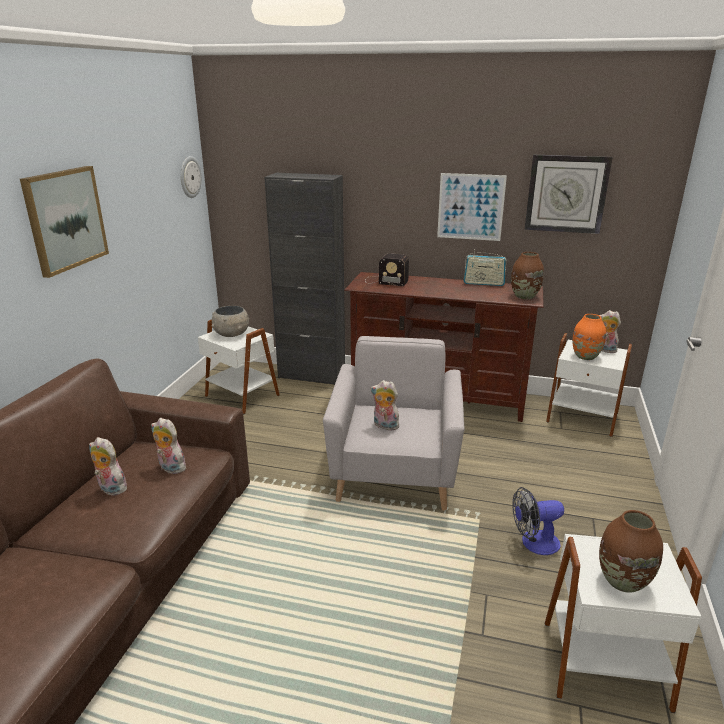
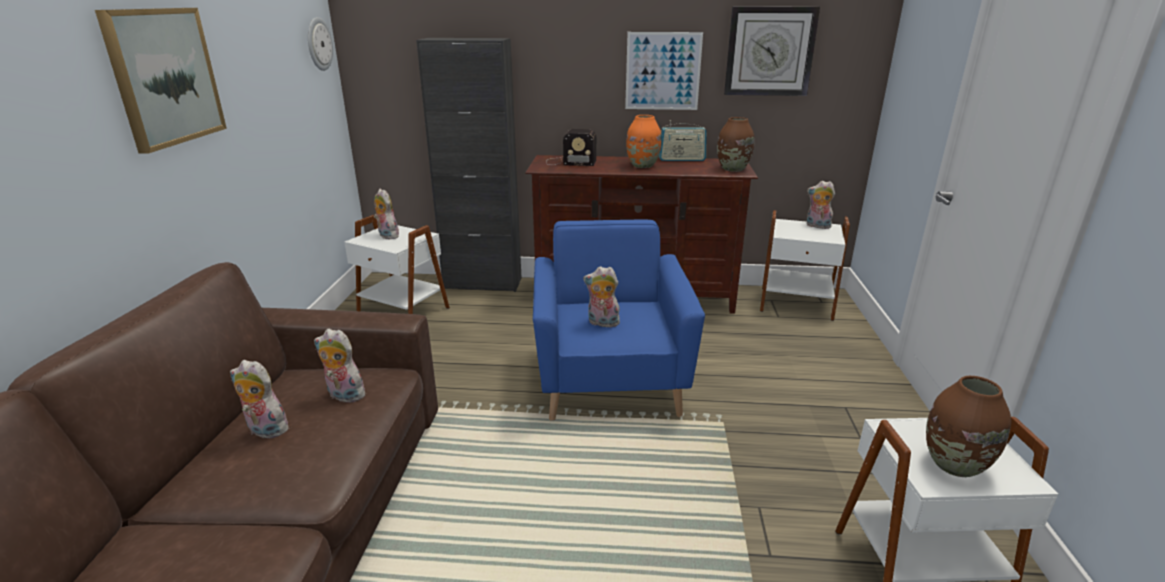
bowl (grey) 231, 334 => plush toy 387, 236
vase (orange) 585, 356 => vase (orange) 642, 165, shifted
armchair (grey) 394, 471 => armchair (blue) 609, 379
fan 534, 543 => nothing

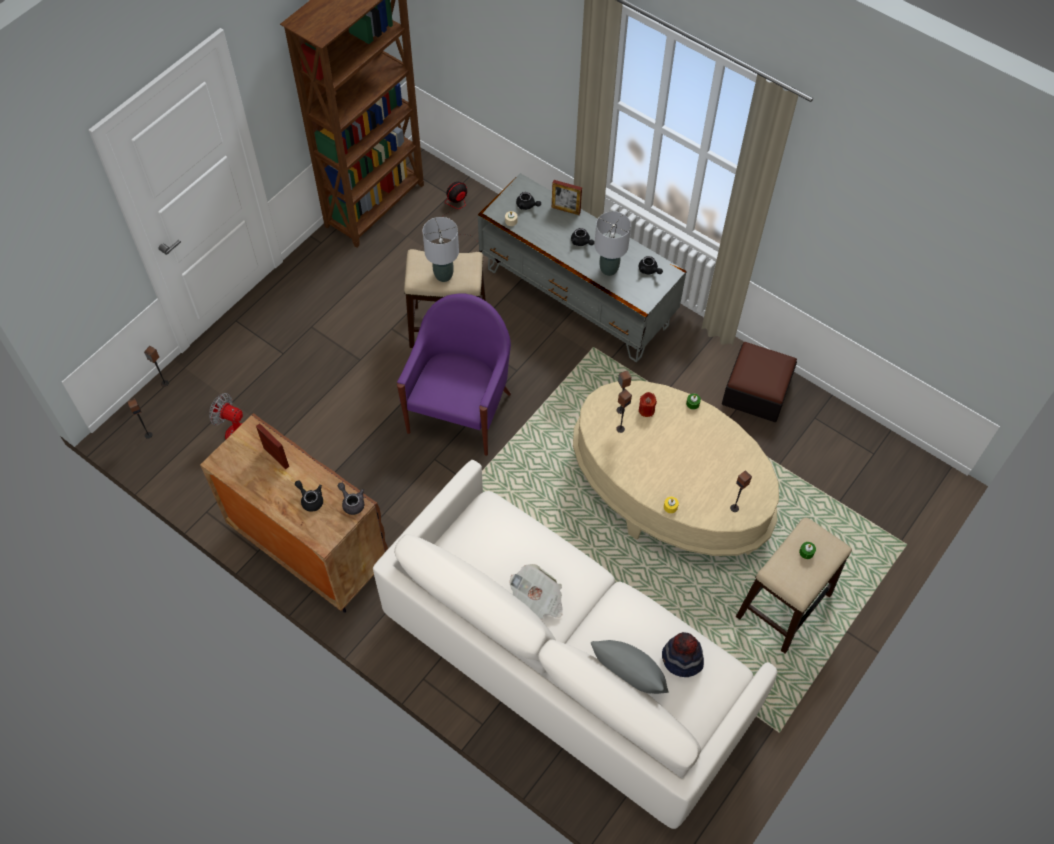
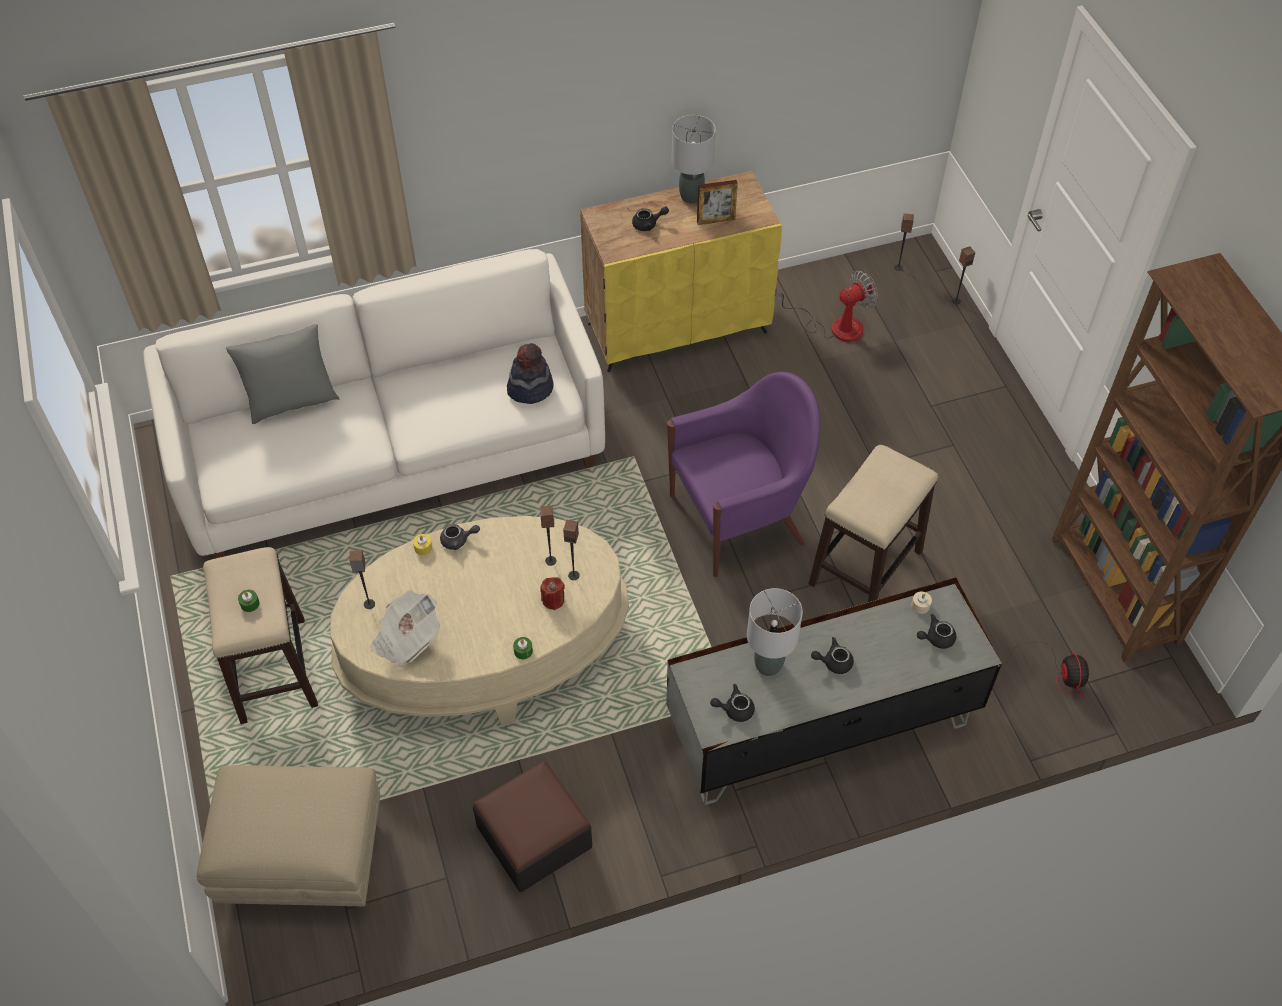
picture frame 566, 210 => nothing
table lamp (grey) 443, 275 => table lamp (grey) 691, 196, shifted
armchair (purple) 460, 411 => armchair (purple) 739, 519, 75 degrees counterclockwise
cabinet (brown) 307, 546 => cabinet (yellow) 678, 327
teapot (grey) 352, 502 => teapot (grey) 458, 540, shifted
newspaper 537, 600 => newspaper 406, 639, shifted
hat 681, 659 => hat 530, 388, shifted
nothing => ottoman (beige) 301, 858

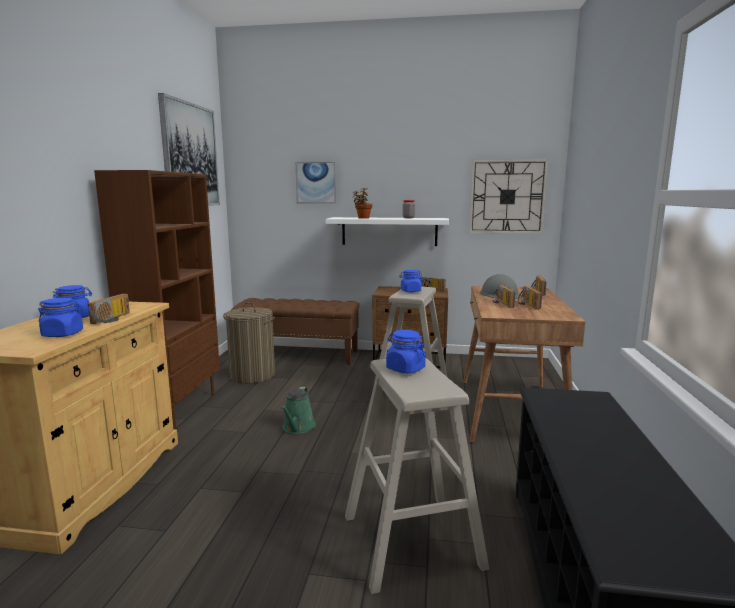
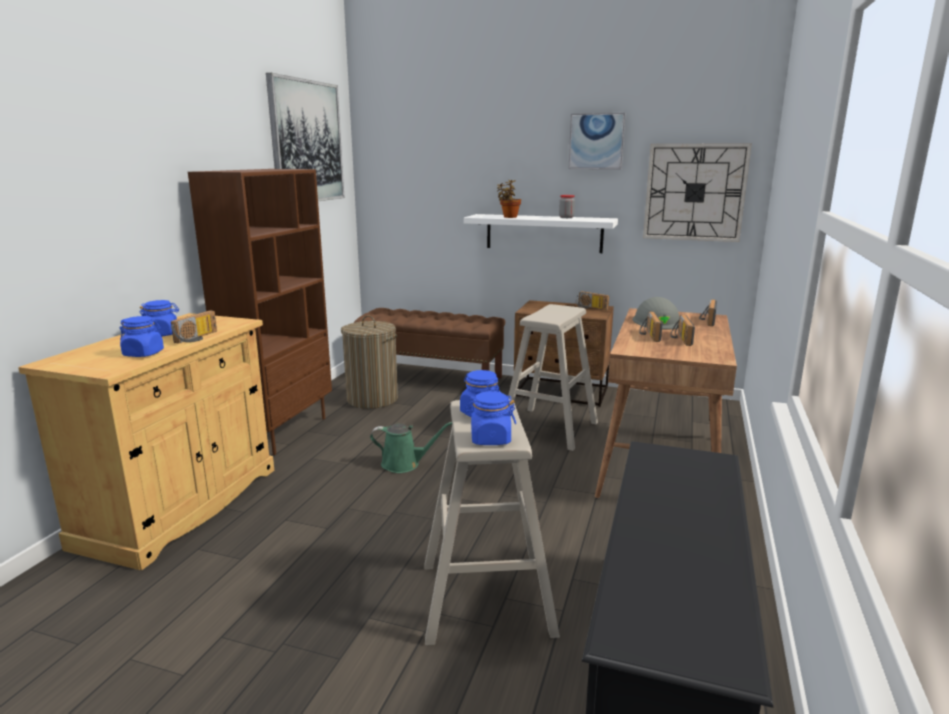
picture 316, 182 => picture 596, 141, shifted
jar (blue) 410, 291 => jar (blue) 490, 439, shifted
watering can (green) 298, 428 => watering can (green) 404, 464, 105 degrees counterclockwise

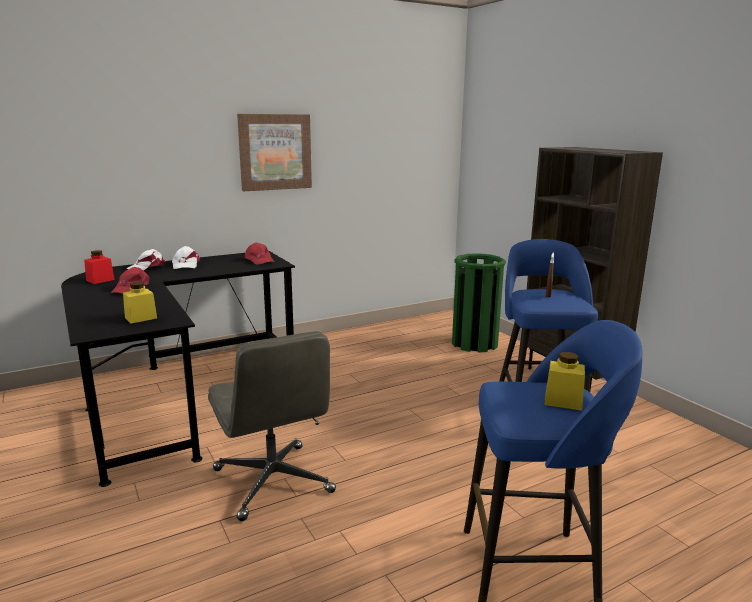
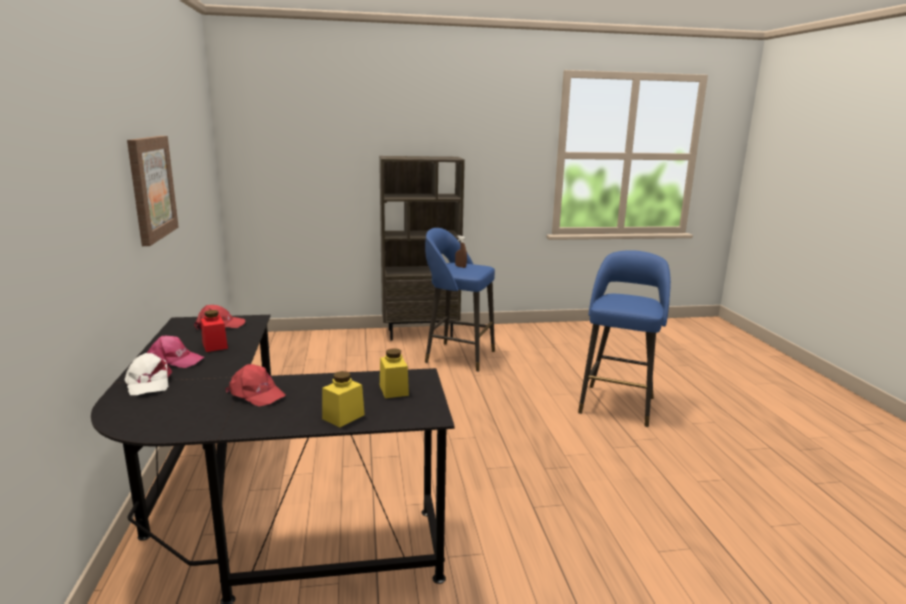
cap (white) 185, 265 => cap (pink) 174, 360
jar (red) 100, 280 => jar (red) 215, 346, shifted
trash can (green) 474, 343 => nothing
office chair (grey) 273, 481 => nothing
jar (yellow) 563, 401 => jar (yellow) 343, 417, shifted

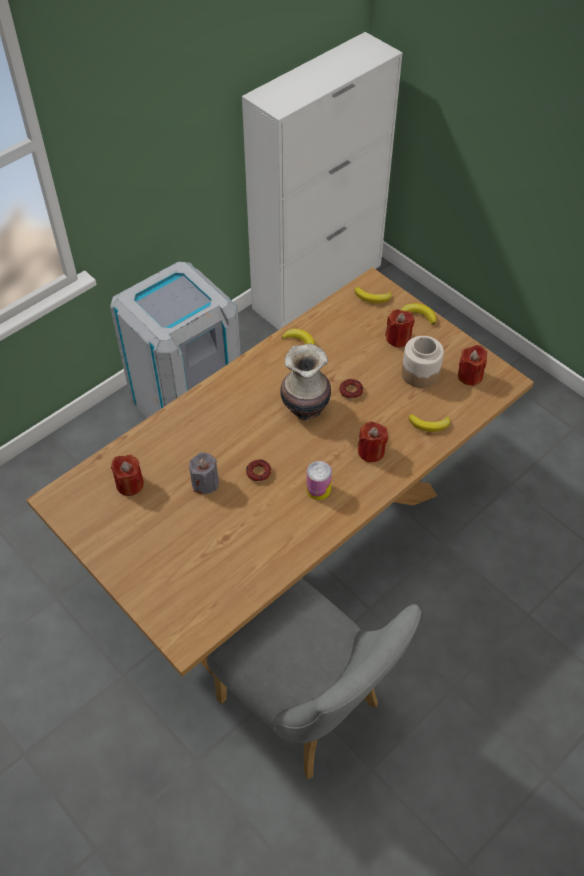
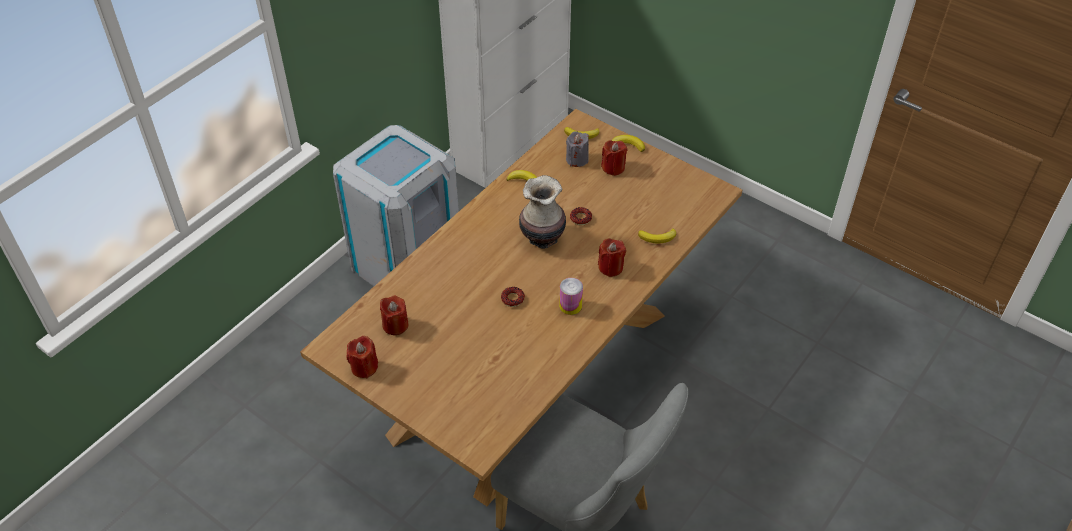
jar 420, 373 => nothing
candle (red) 470, 376 => candle (red) 364, 367, shifted
candle (grey) 205, 483 => candle (grey) 577, 159, shifted

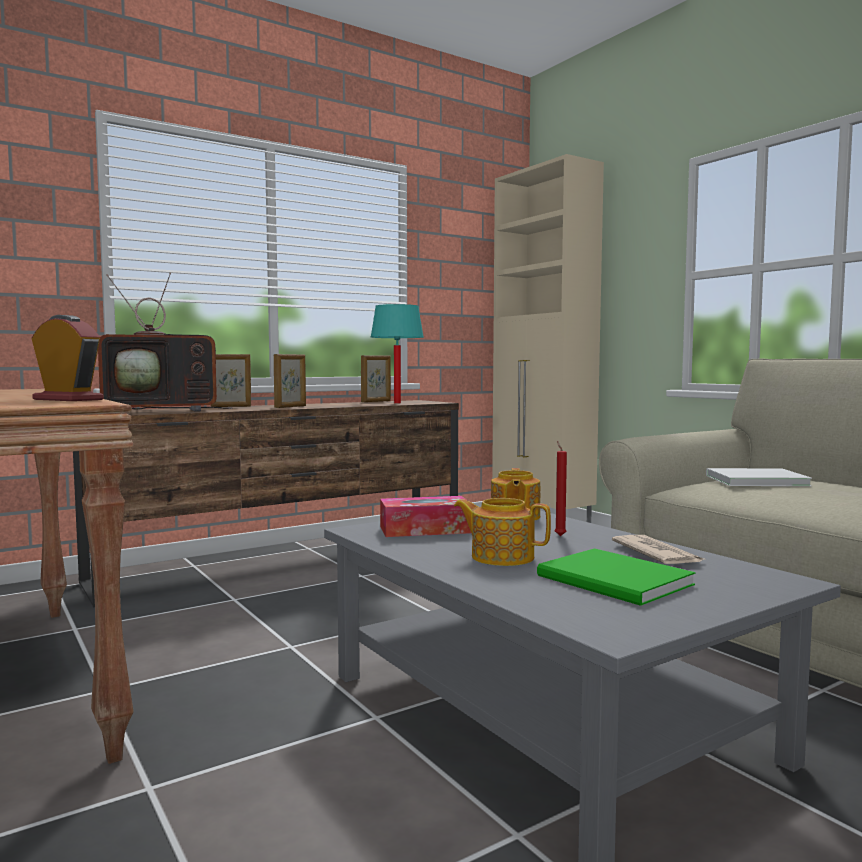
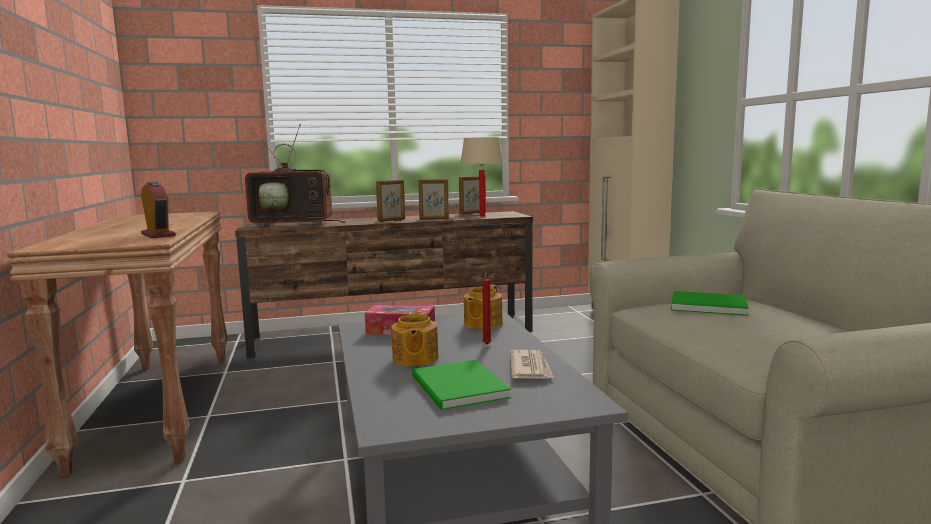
table lamp (turquoise) 397, 403 => table lamp (beige) 482, 216
picture frame 231, 406 => picture frame 434, 219, shifted
book (white) 752, 480 => book (green) 706, 305
teapot 501, 557 => teapot 414, 359, 135 degrees counterclockwise

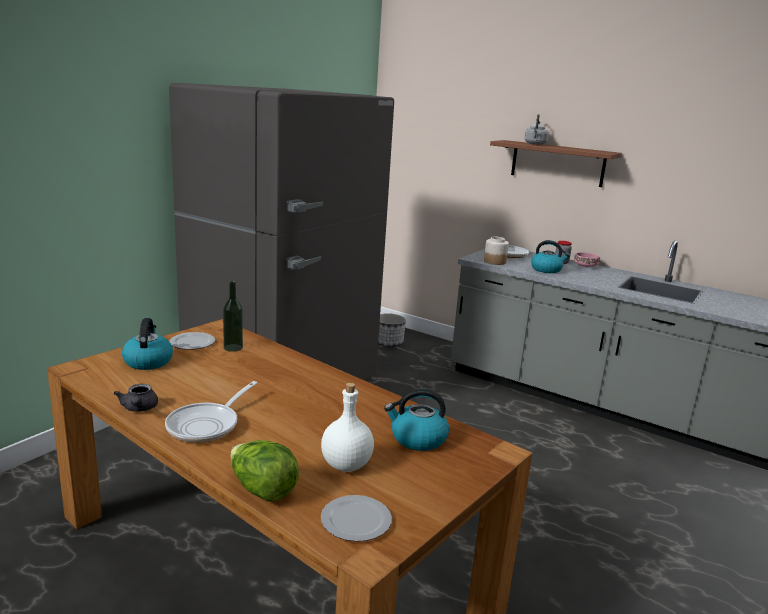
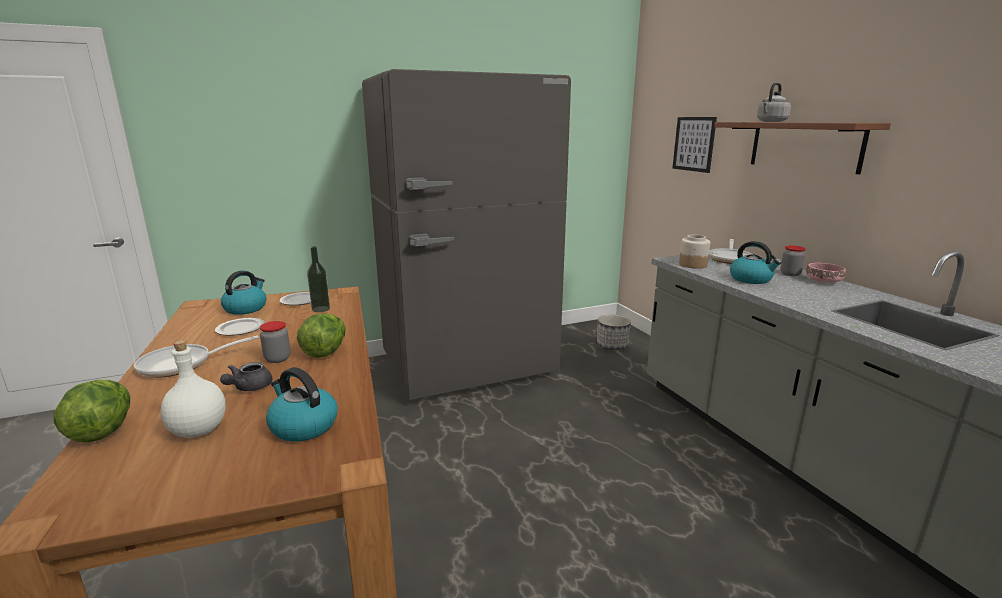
teapot (grey) 139, 409 => teapot (grey) 249, 388, shifted
plate 355, 520 => plate 240, 328, shifted
nothing => picture 694, 144
nothing => lettuce 325, 351
nothing => jar 277, 359

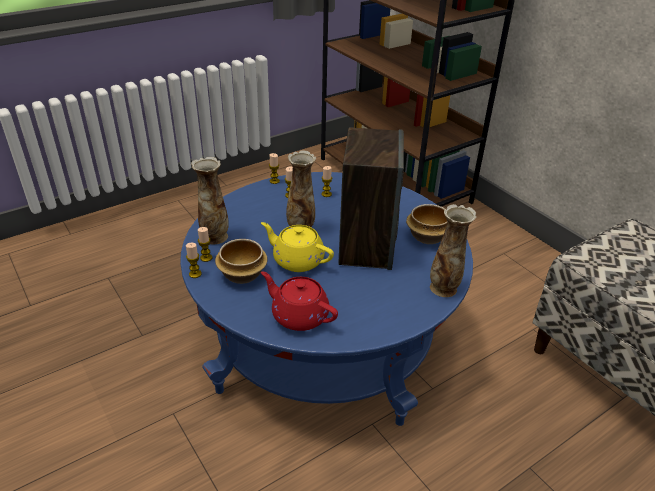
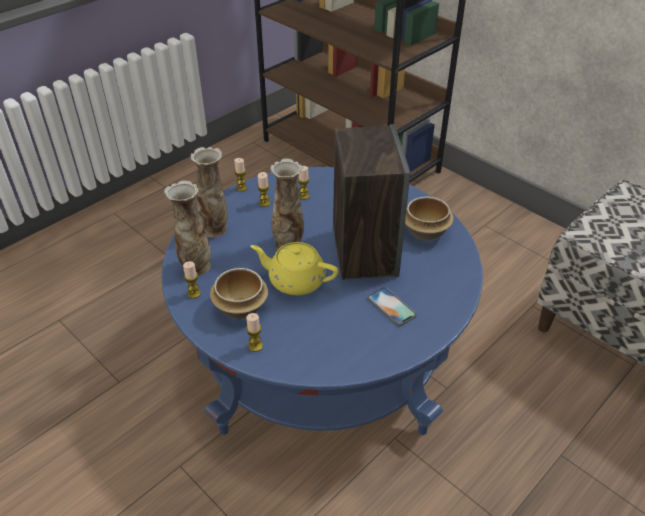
vase 444, 288 => vase 215, 229, shifted
candle 195, 274 => candle 255, 346, shifted
teapot (red) 299, 315 => nothing
nothing => phone 391, 306

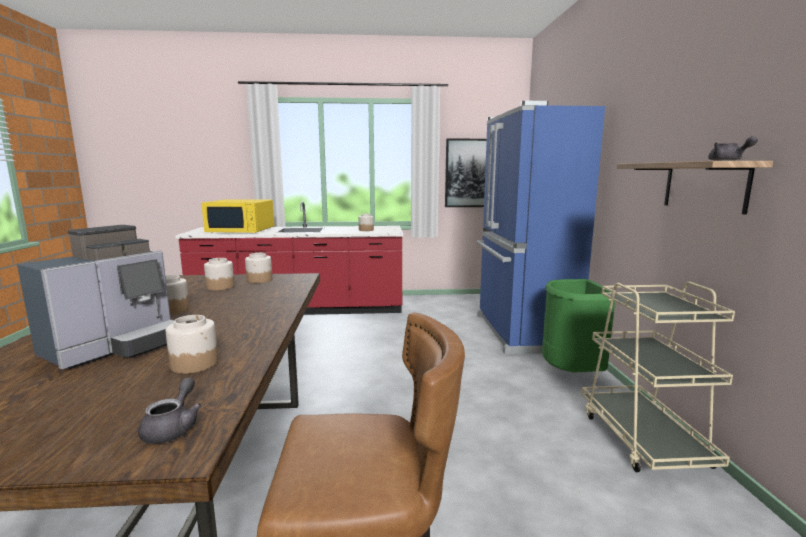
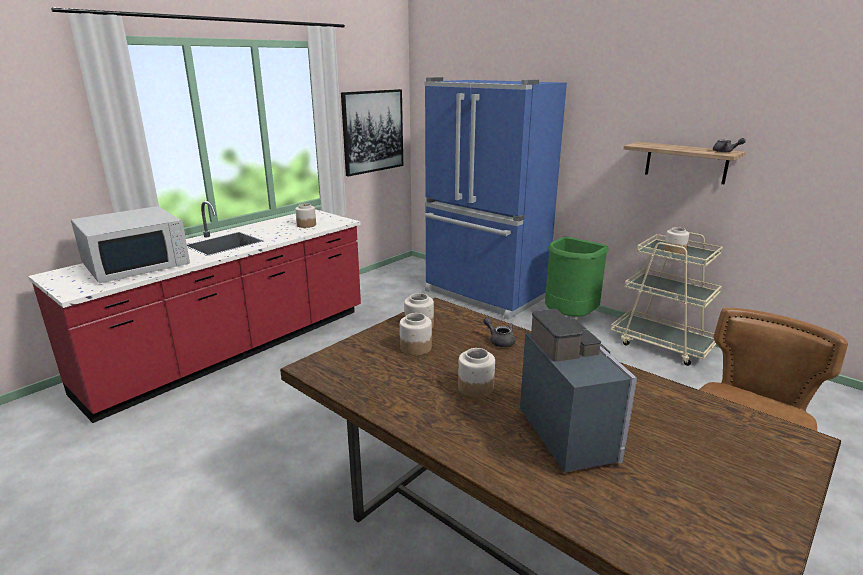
microwave (yellow) 241, 230 => microwave (white) 137, 264
jar 195, 364 => jar 674, 250, shifted
teapot (grey) 173, 428 => teapot (grey) 499, 341, shifted

